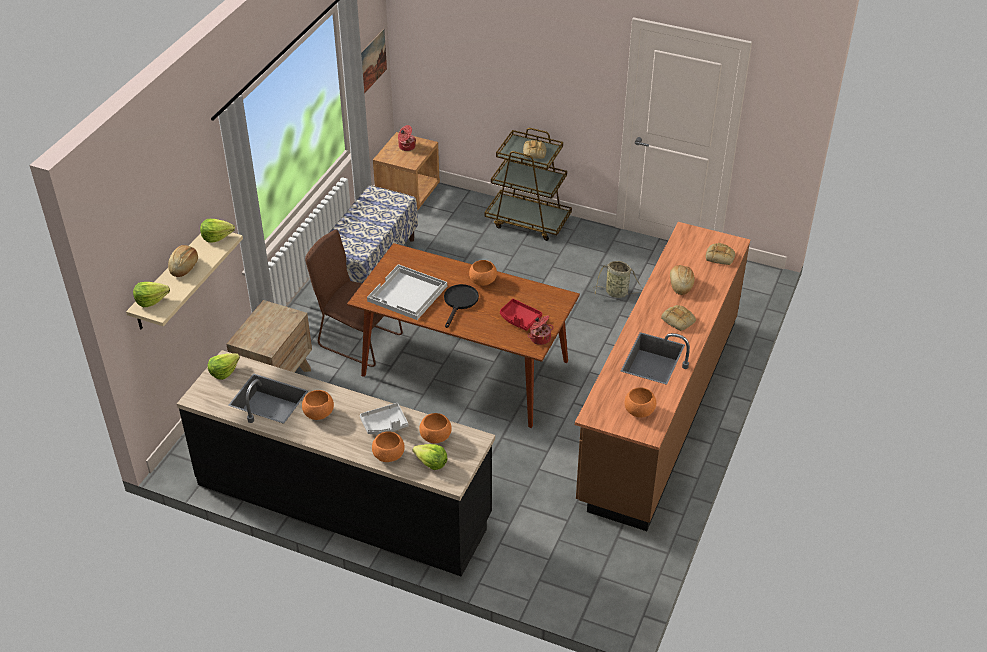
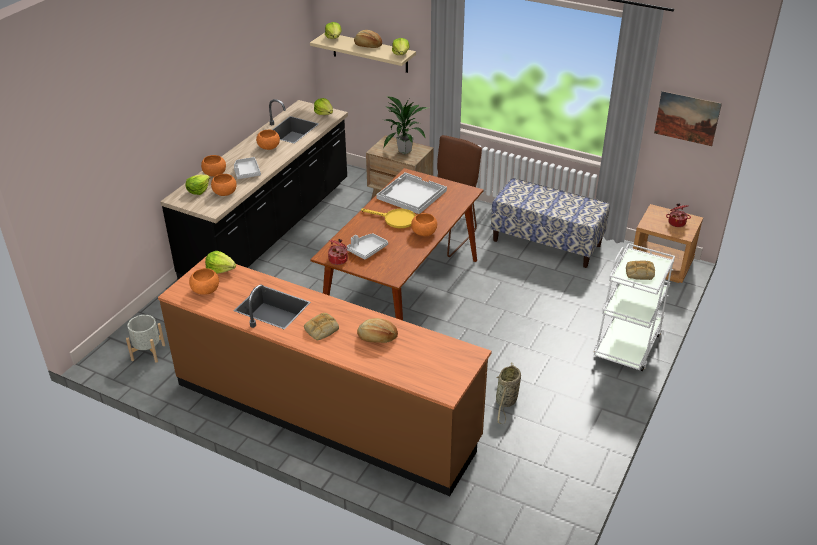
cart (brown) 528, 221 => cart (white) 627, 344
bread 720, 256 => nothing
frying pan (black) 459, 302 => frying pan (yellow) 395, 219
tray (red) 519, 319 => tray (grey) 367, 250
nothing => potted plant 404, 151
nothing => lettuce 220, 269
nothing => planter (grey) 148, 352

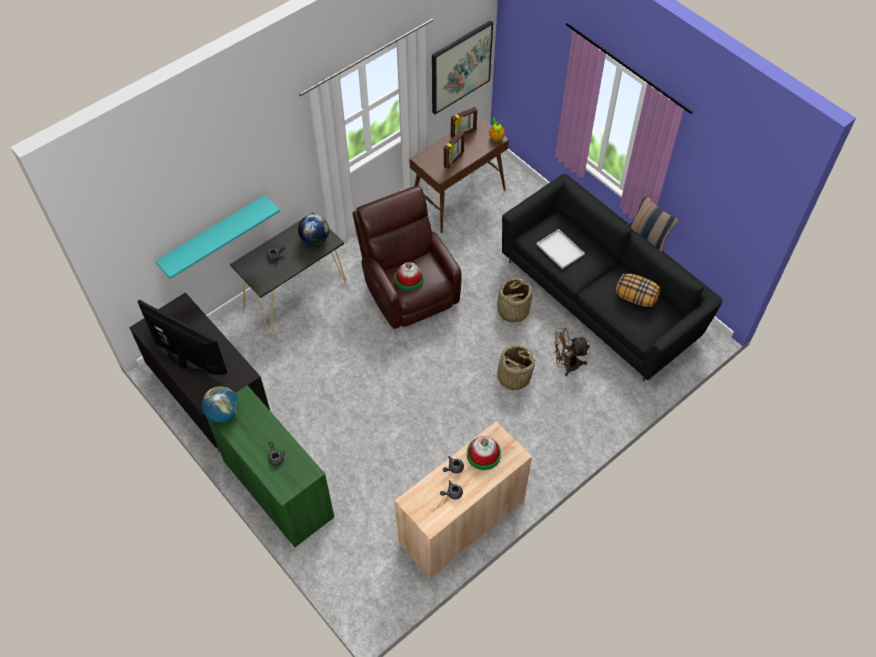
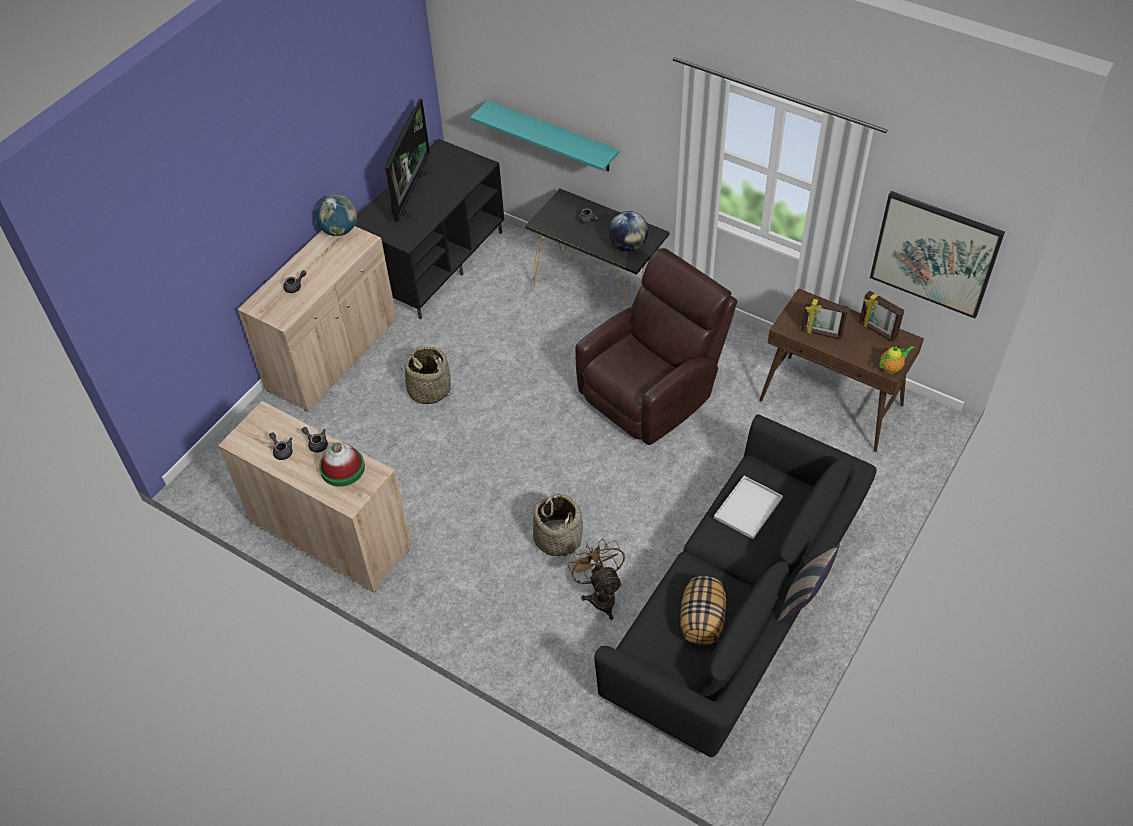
hat 409, 279 => nothing
basket 512, 310 => basket 429, 389, shifted
cabinet (green) 278, 489 => cabinet (beige) 333, 355

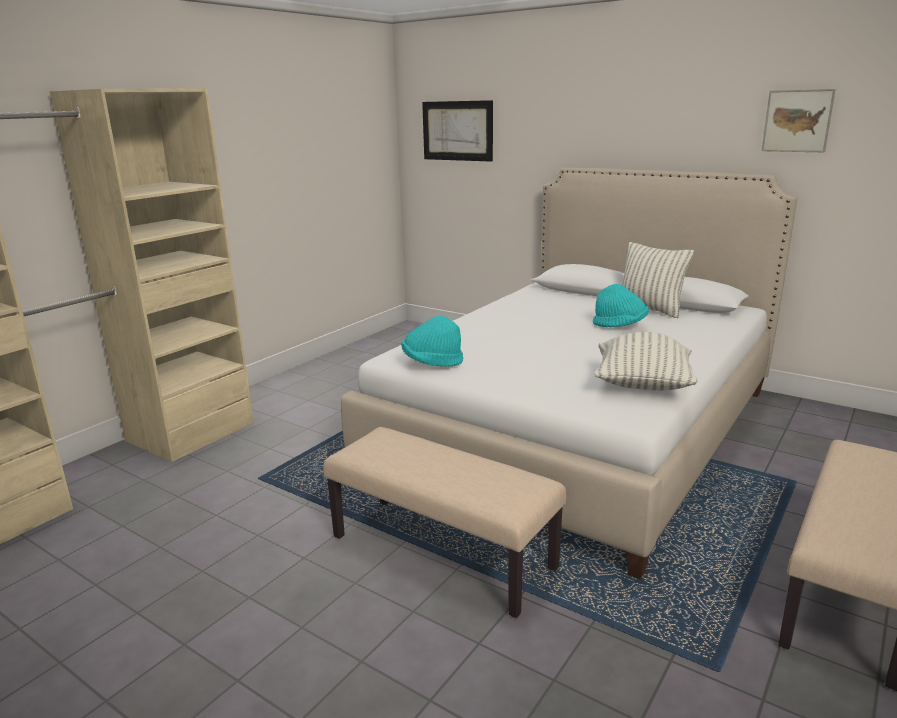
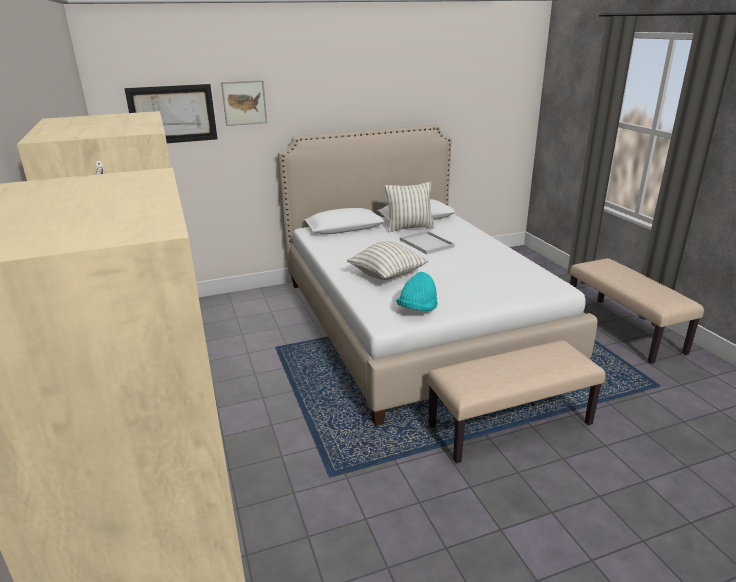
picture 797, 121 => picture 244, 103, shifted
hat (turquoise) 620, 325 => tray (white) 425, 243
pillow 642, 386 => pillow 387, 276, shifted

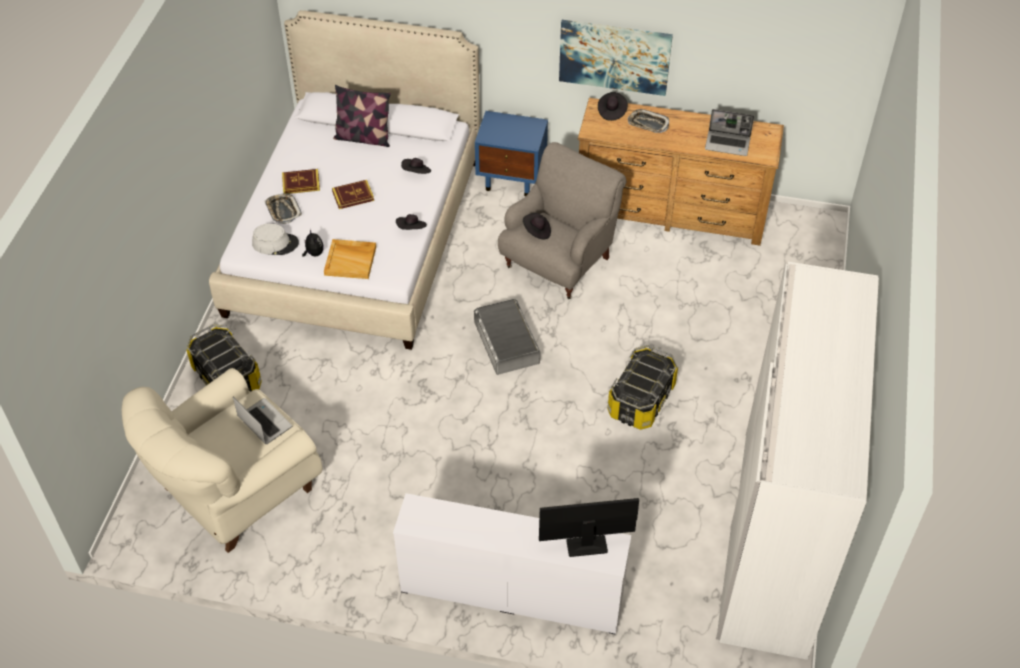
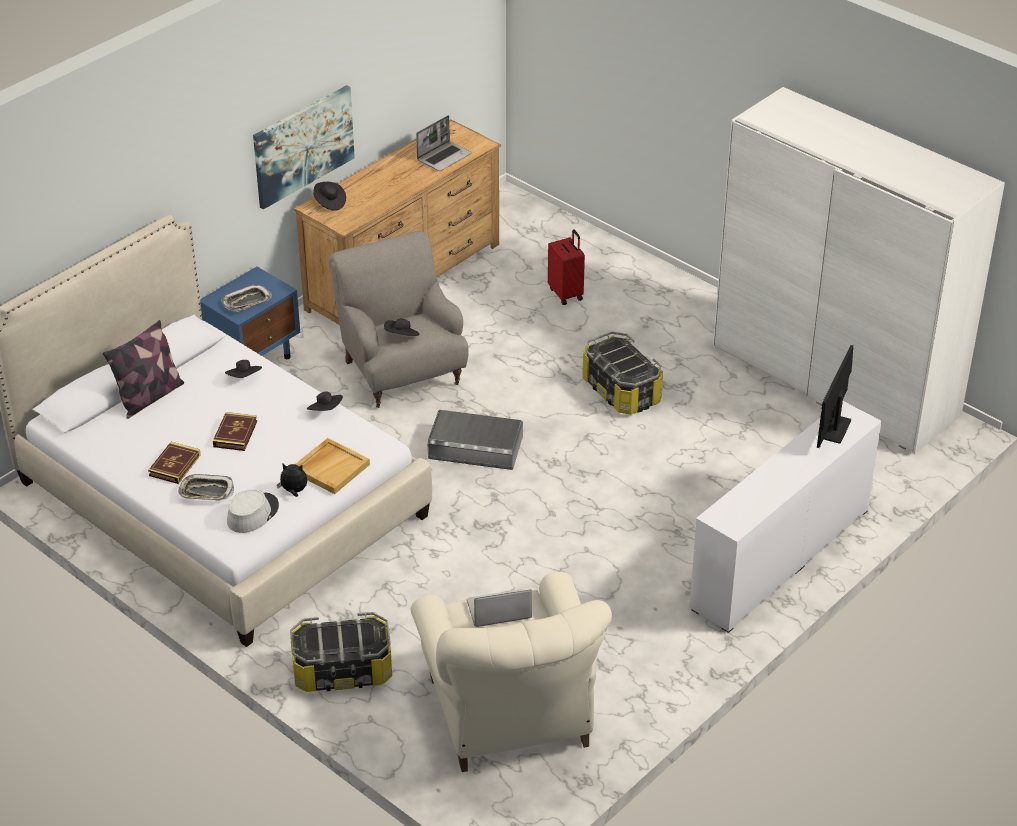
tray 648, 124 => tray 246, 302, shifted
nothing => suitcase (red) 566, 294

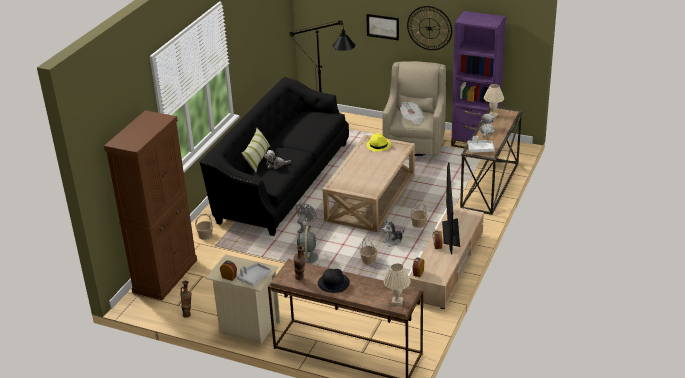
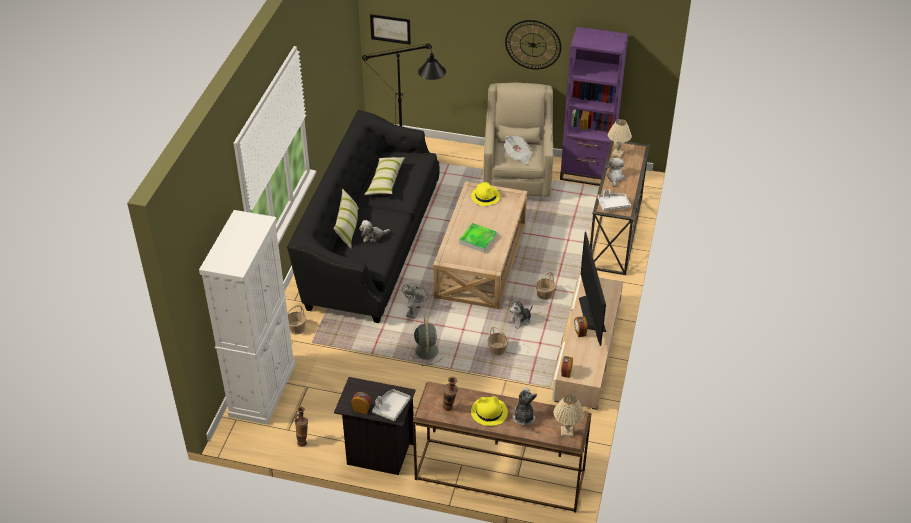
picture 382, 26 => picture 390, 29, shifted
cabinet (brown) 165, 276 => cabinet (white) 262, 389
nightstand (beige) 247, 327 => nightstand (black) 378, 454
hat (black) 333, 283 => hat (yellow) 488, 412
nothing => pillow 385, 181
nothing => tray 478, 239
nothing => plush toy 523, 417

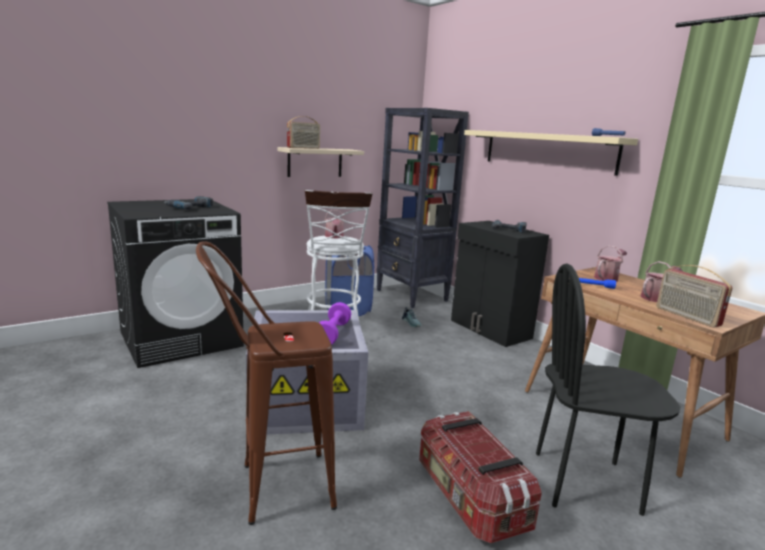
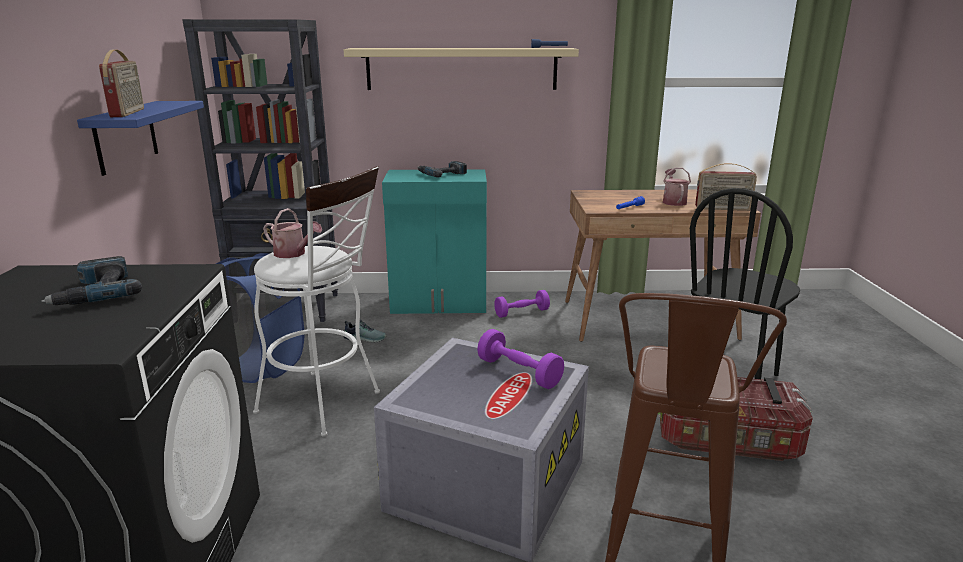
shelf (beige) 315, 162 => shelf (blue) 126, 136
cabinet (black) 490, 329 => cabinet (turquoise) 439, 303
watering can 607, 278 => nothing
nothing => dumbbell (purple) 521, 312

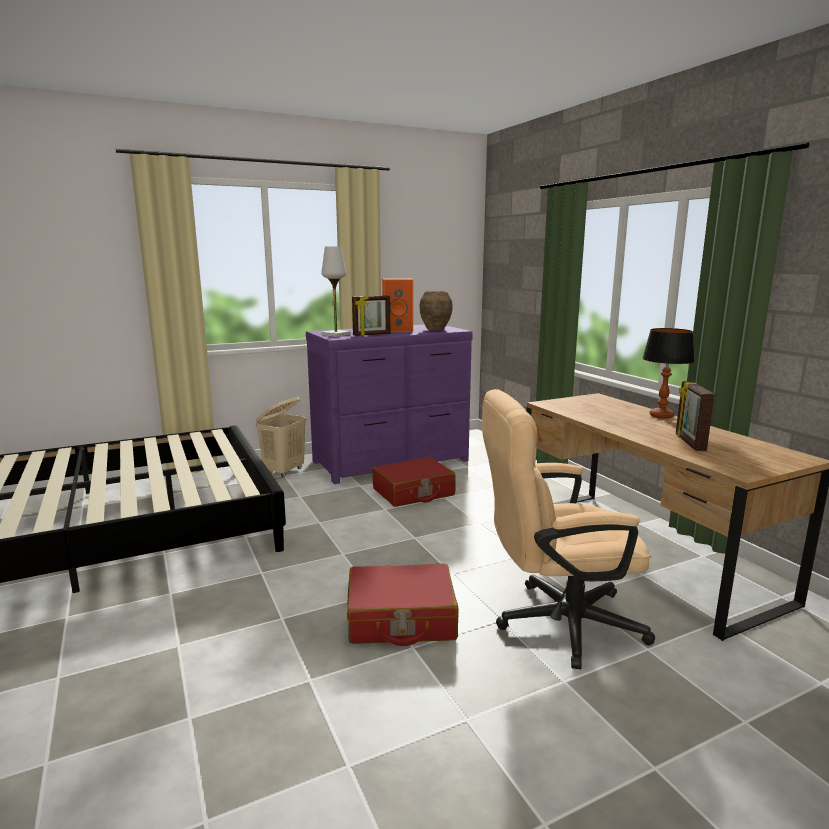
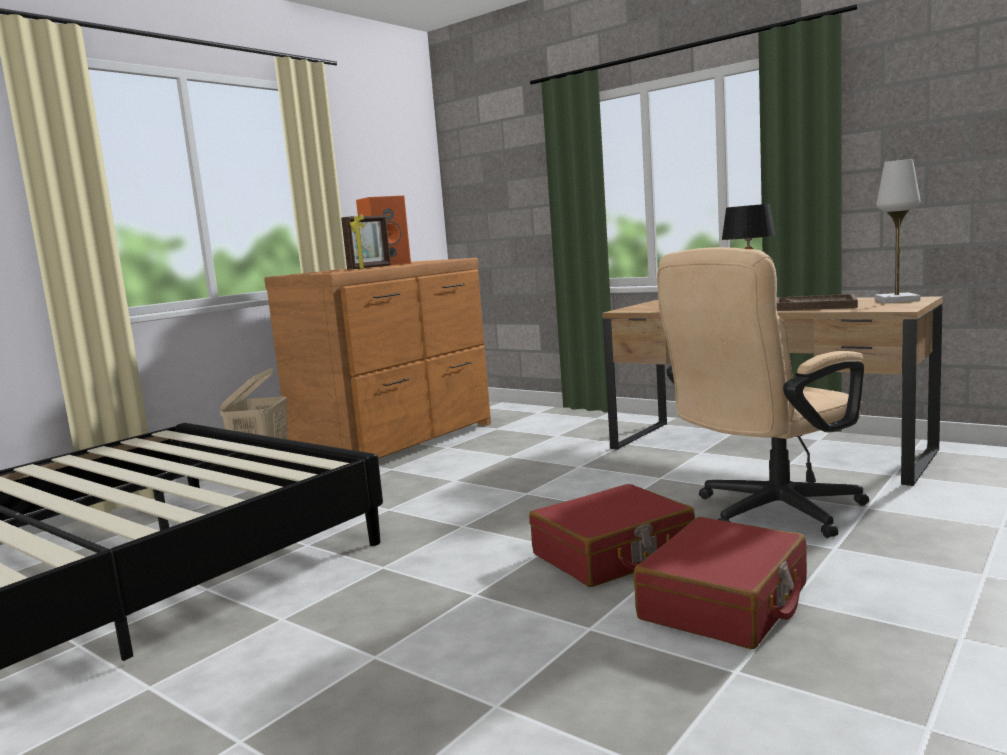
table lamp (white) 336, 335 => table lamp (white) 897, 300, shifted
vase (brown) 435, 329 => nothing
dresser (purple) 392, 461 => dresser (brown) 399, 442
picture frame 689, 443 => tray (brown) 815, 306
suitcase (red) 413, 492 => suitcase (red) 725, 603, shifted

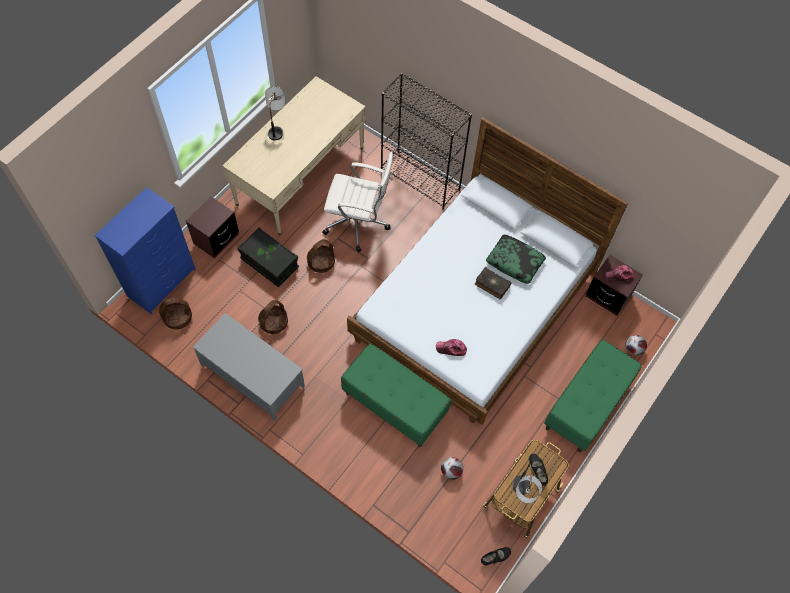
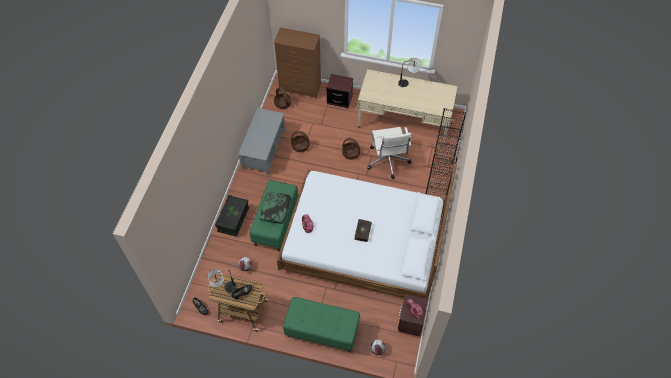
dresser (blue) 162, 282 => dresser (brown) 300, 88
storage box (black) 269, 263 => storage box (black) 233, 220, shifted
pillow 515, 262 => pillow 275, 210, shifted

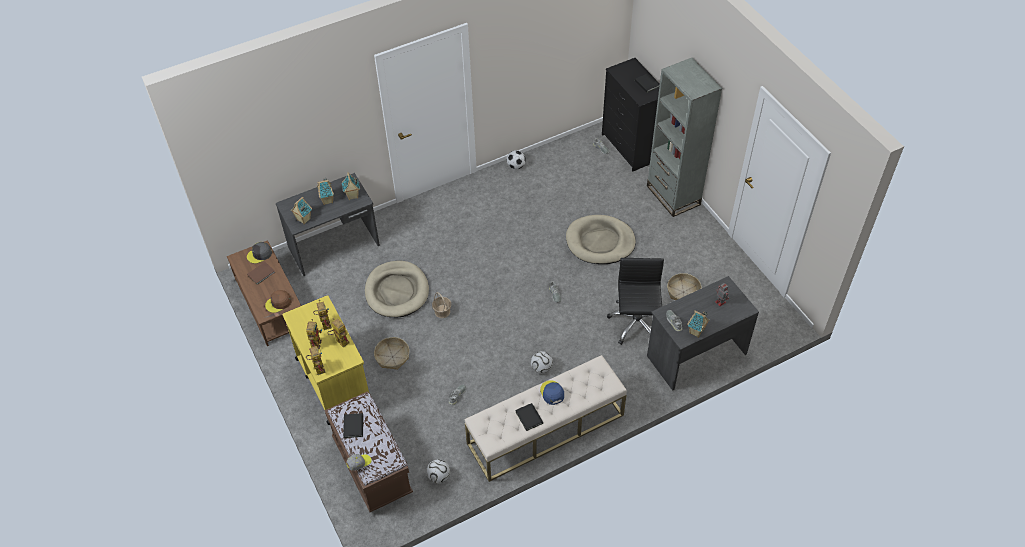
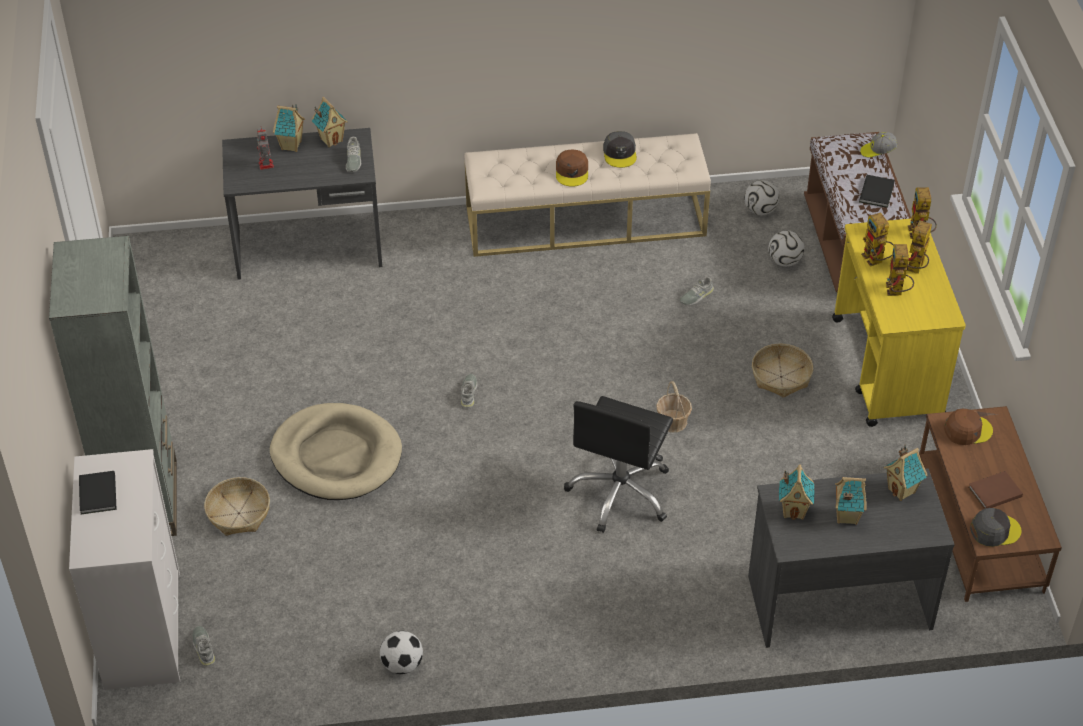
dresser (black) 631, 147 => dresser (white) 142, 629
office chair (black) 636, 324 => office chair (black) 620, 492, shifted
dog bed (beige) 397, 291 => nothing
basket 683, 292 => basket 239, 513, shifted
football 541, 368 => football 784, 261, shifted
cap (blue) 552, 393 => cap (brown) 572, 172
book (black) 529, 418 => cap (grey) 620, 153
nothing => toy house 291, 146

